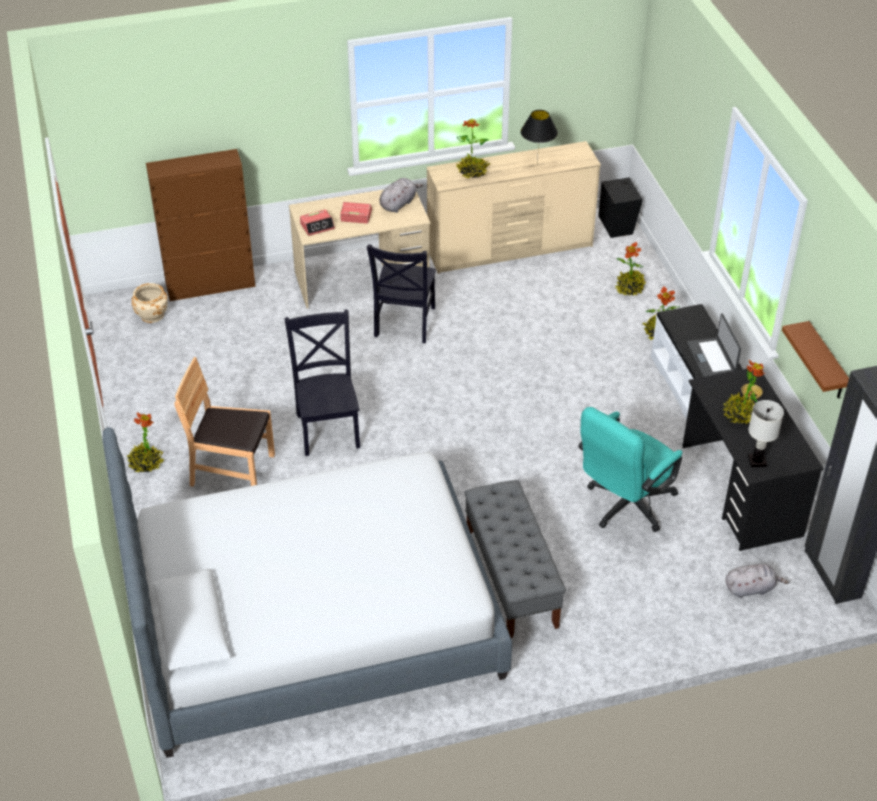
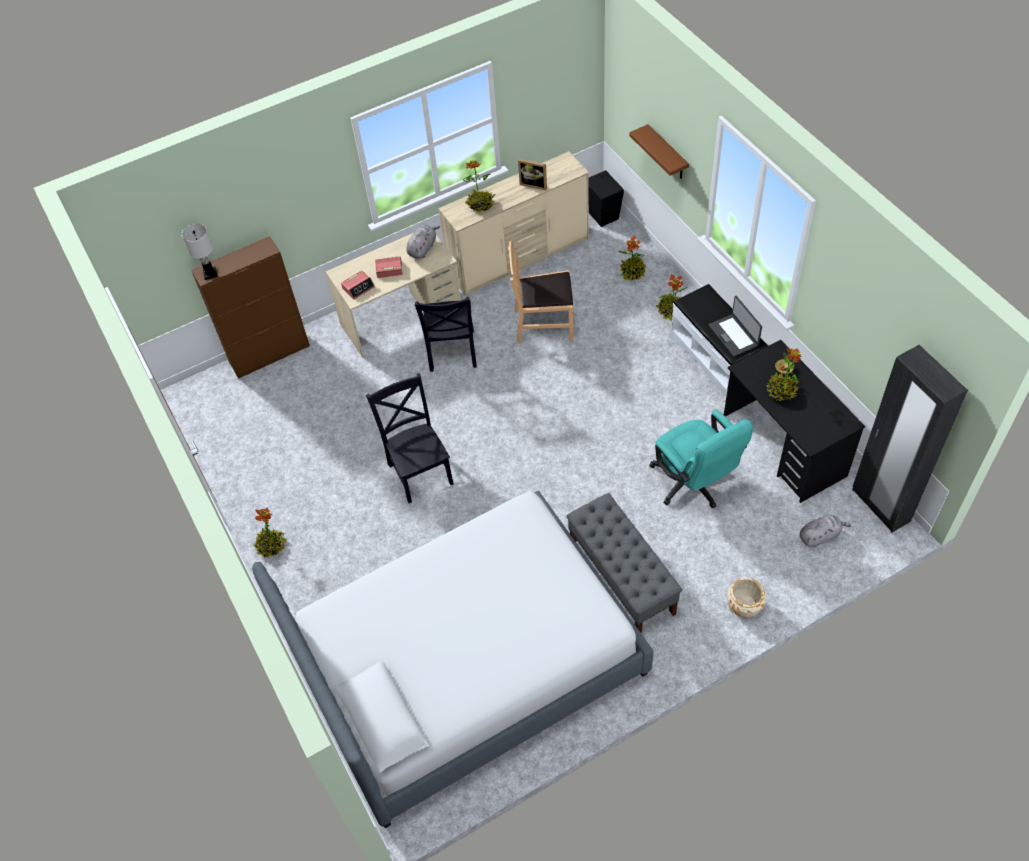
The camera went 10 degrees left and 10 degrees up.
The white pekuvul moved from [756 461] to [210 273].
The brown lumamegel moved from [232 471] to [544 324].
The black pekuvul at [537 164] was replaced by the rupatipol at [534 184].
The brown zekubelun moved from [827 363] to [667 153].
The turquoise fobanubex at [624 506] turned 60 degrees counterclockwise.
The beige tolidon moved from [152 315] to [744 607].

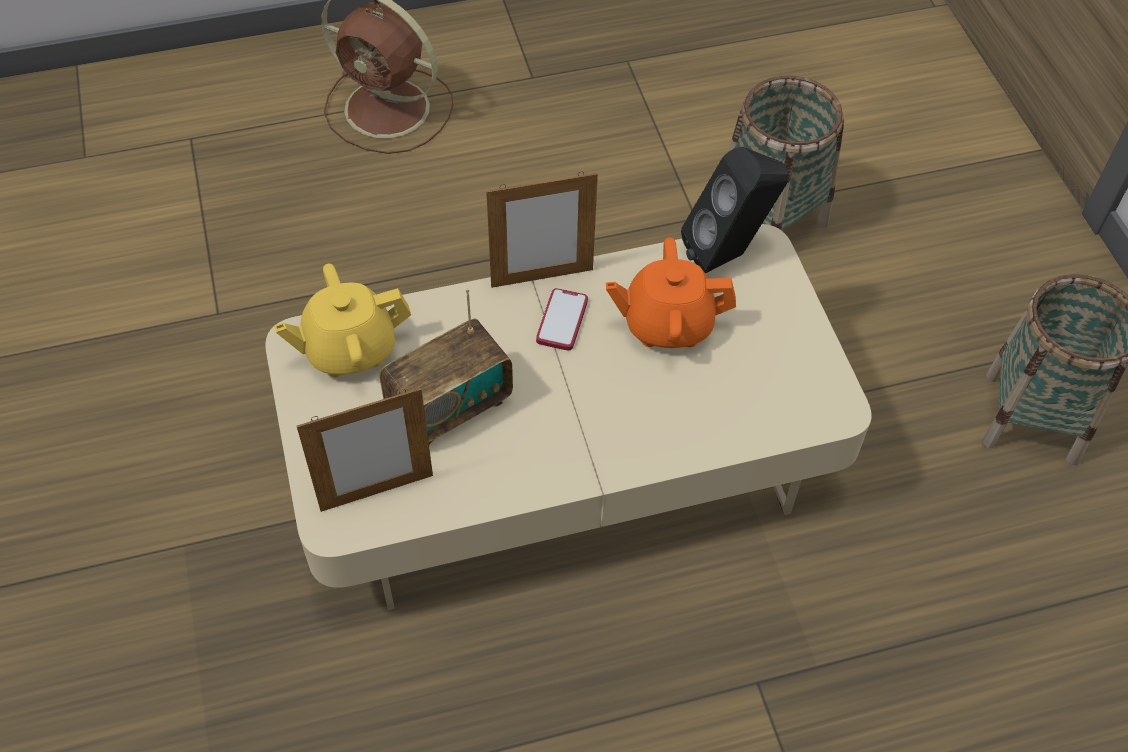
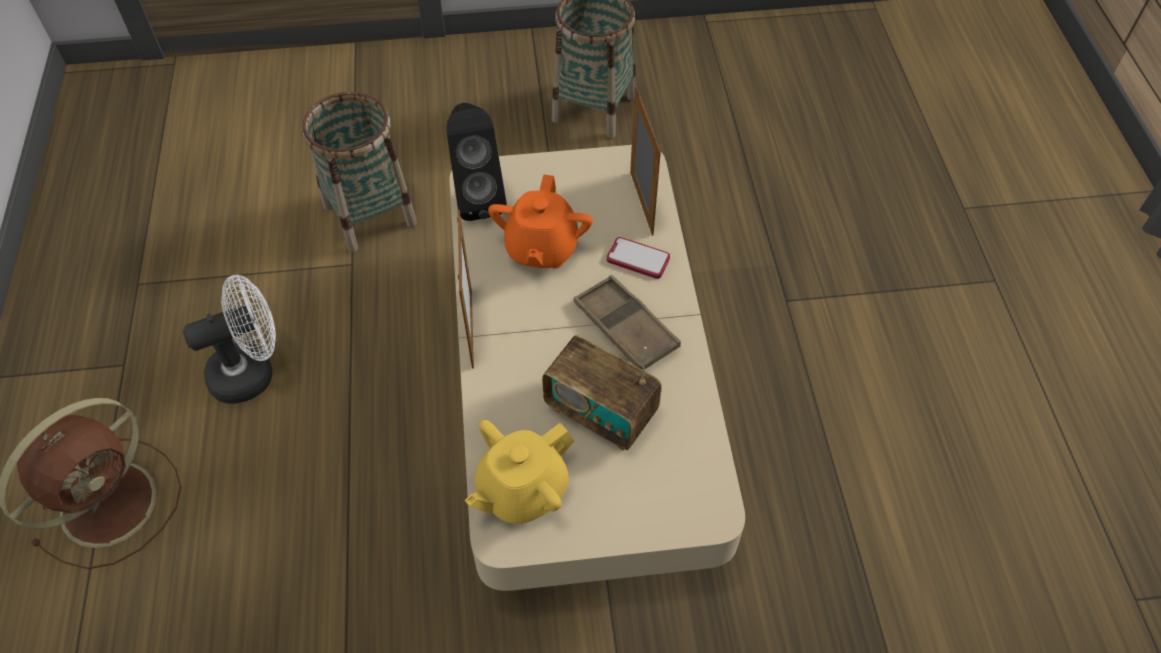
The camera went 80 degrees left and 0 degrees up.
The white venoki at [252 372] appeared.
The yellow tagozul at [349 349] turned 60 degrees clockwise.
The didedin at [449 407] turned 150 degrees clockwise.
The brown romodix at [625 327] appeared.
The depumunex moved from [562 321] to [638 259].
The rupatipol moved from [377 492] to [641 203].

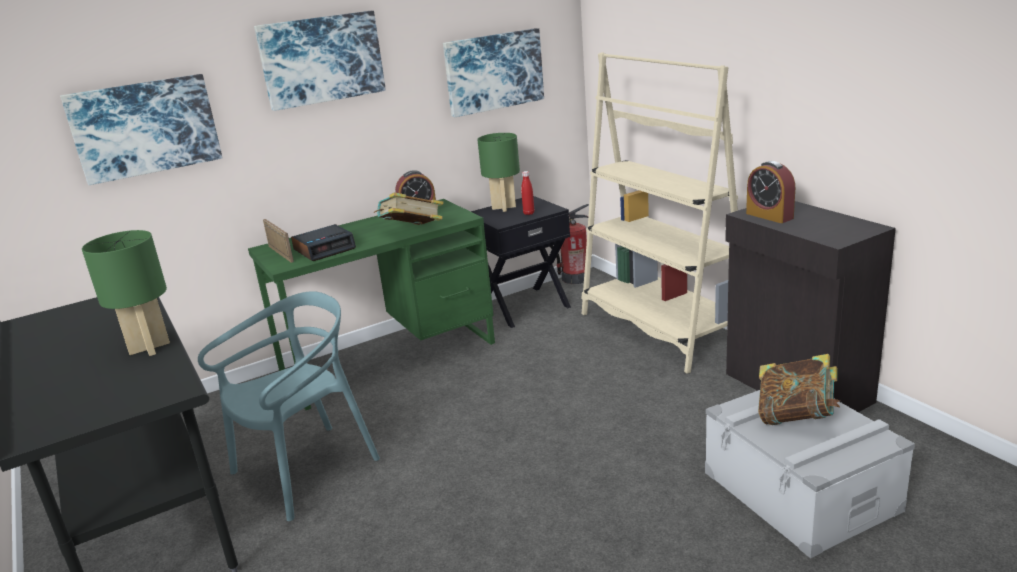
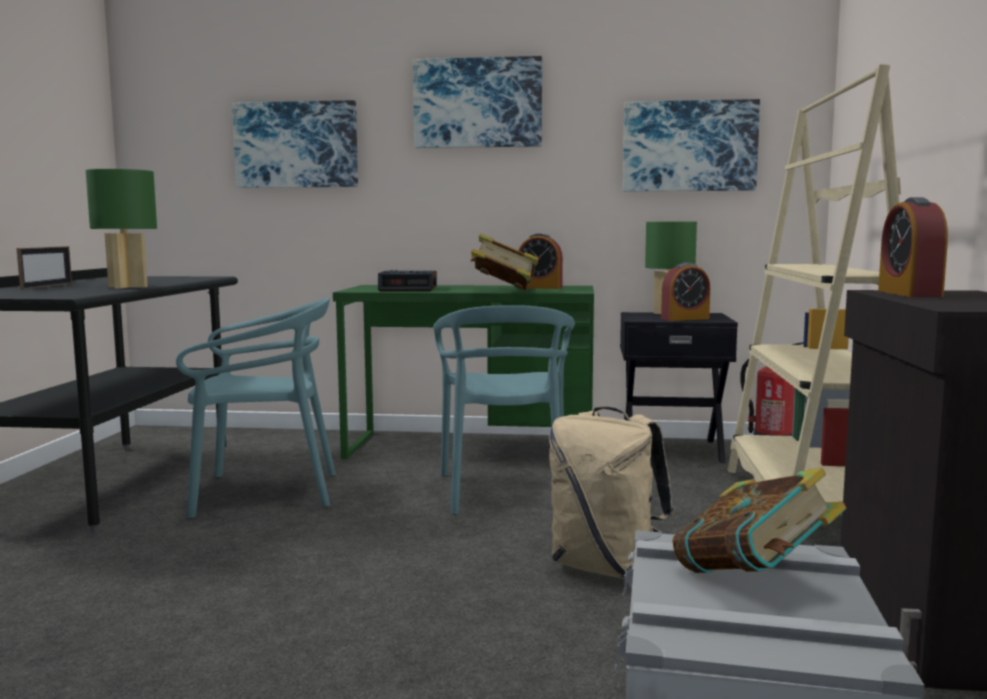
The camera went 35 degrees right and 15 degrees down.
The rupatipol moved from [280 254] to [47 286].
The turquoise lumamegel at [505 491] appeared.
The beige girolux at [606 568] appeared.
The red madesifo at [528 213] was replaced by the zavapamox at [685 319].

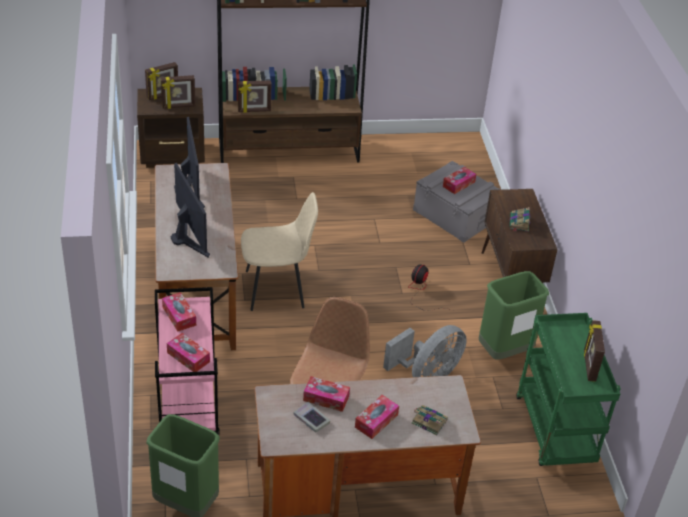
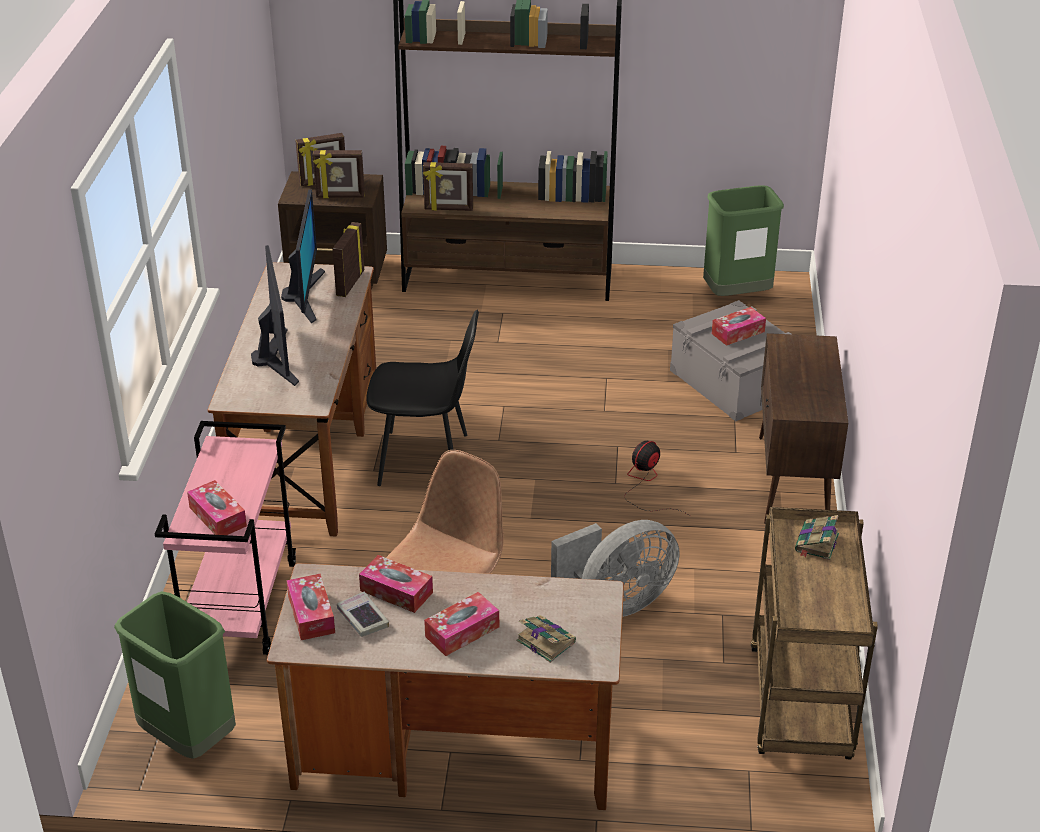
The camera went 15 degrees right and 5 degrees down.
The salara moved from [179 316] to [311 614].
The rupatipol moved from [588 366] to [349 283].
The beige lumamegel at [276 289] became the black lumamegel at [426 460].
The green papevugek moved from [504 352] to [736 296].
The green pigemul at [556 432] became the brown pigemul at [801 706].
The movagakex moved from [519 223] to [816 543].

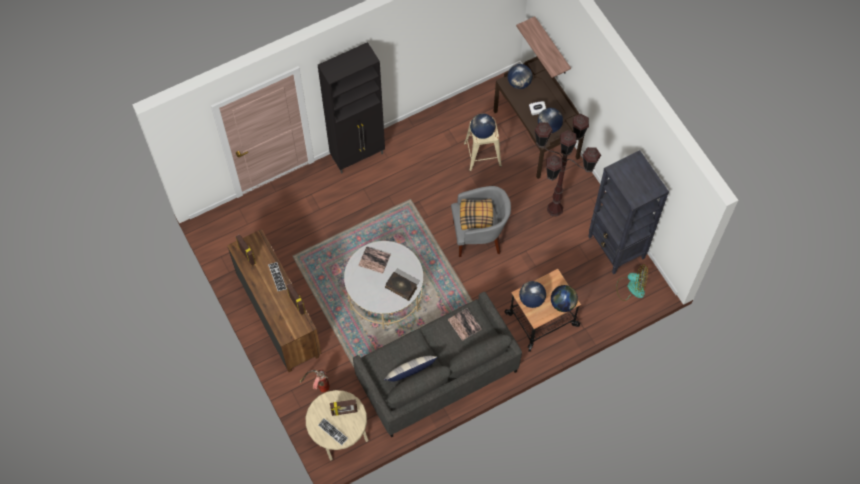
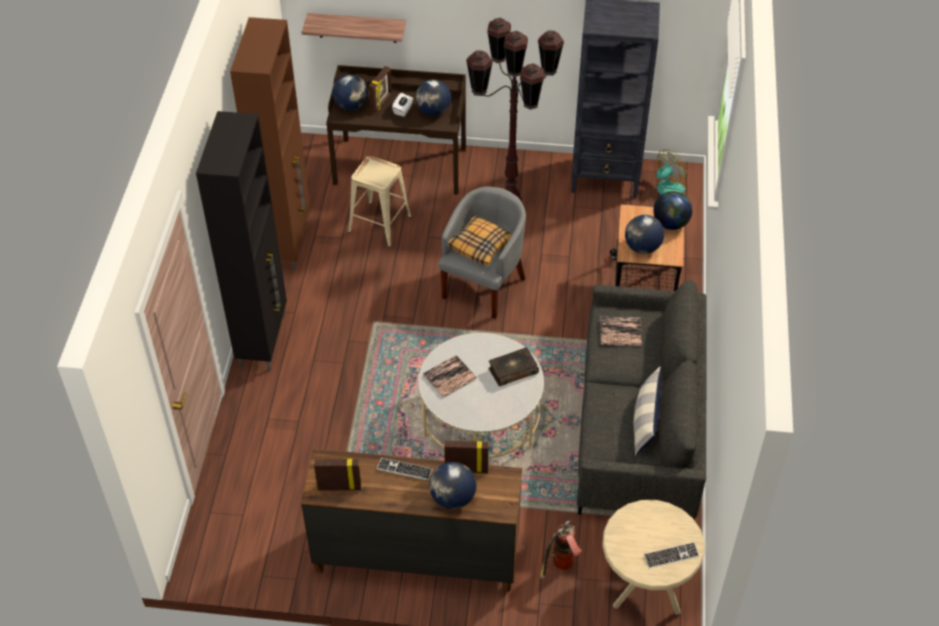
The camera went 55 degrees left and 15 degrees down.
The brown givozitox at [288 244] appeared.
The rupatipol moved from [344 412] to [381 103].
The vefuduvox moved from [482 132] to [453 498].

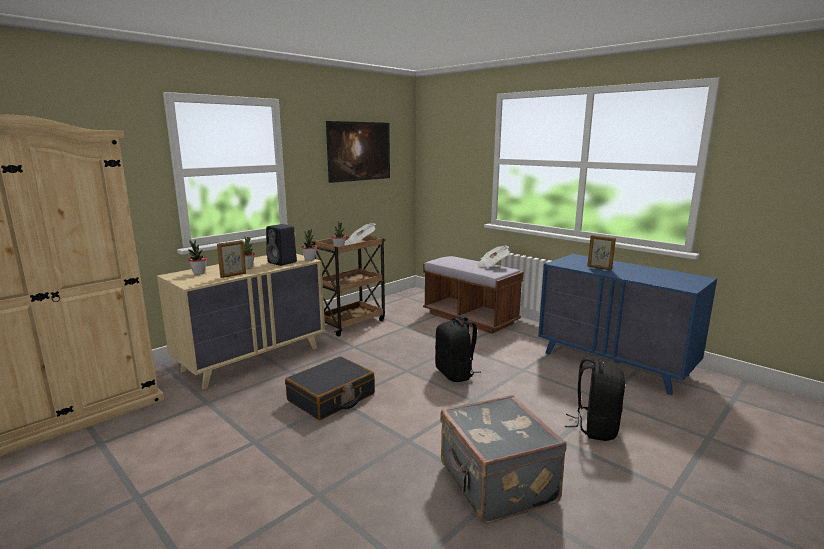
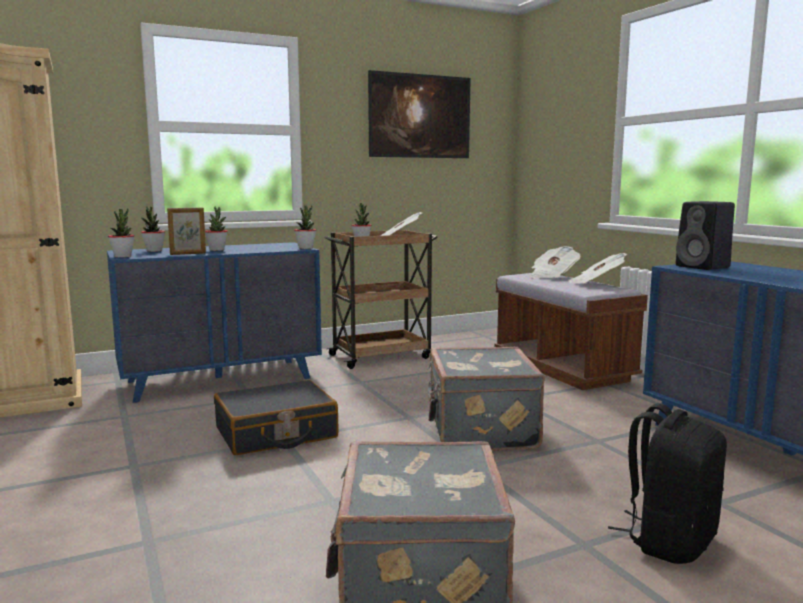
The camera went 20 degrees right and 5 degrees down.
The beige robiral at [253 359] became the blue robiral at [221 379].
The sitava at [123 256] appeared.
The black girolux at [455 374] was replaced by the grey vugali at [479 431].
The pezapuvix at [552 276] appeared.
The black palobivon moved from [283 262] to [704 267].
The rupatipol at [599 268] disappeared.

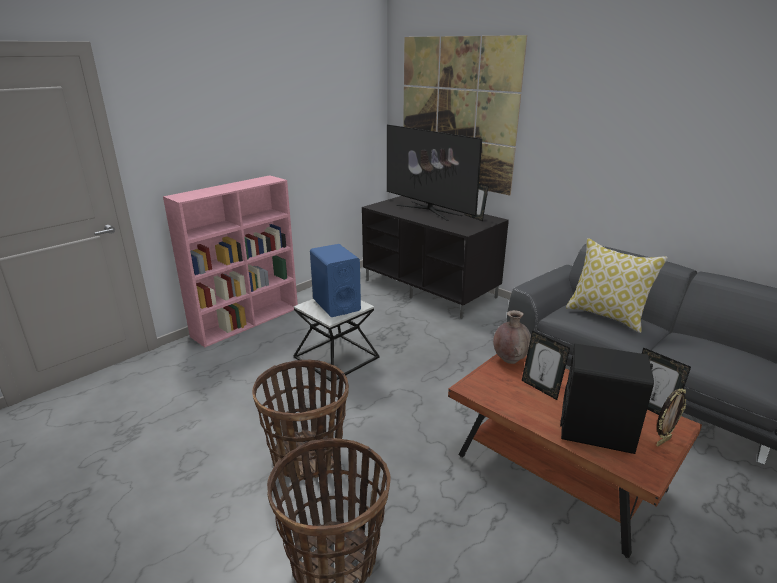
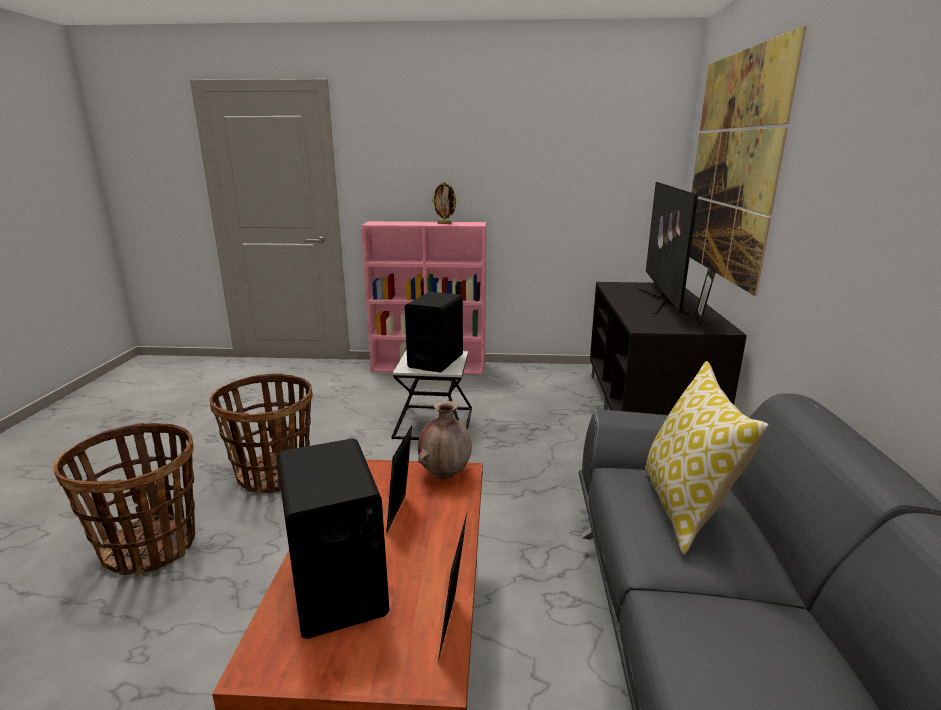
The camera went 50 degrees right and 5 degrees down.
The blue palobivon at [336 304] became the black palobivon at [436 361].
The rupatipol moved from [662 441] to [445 223].

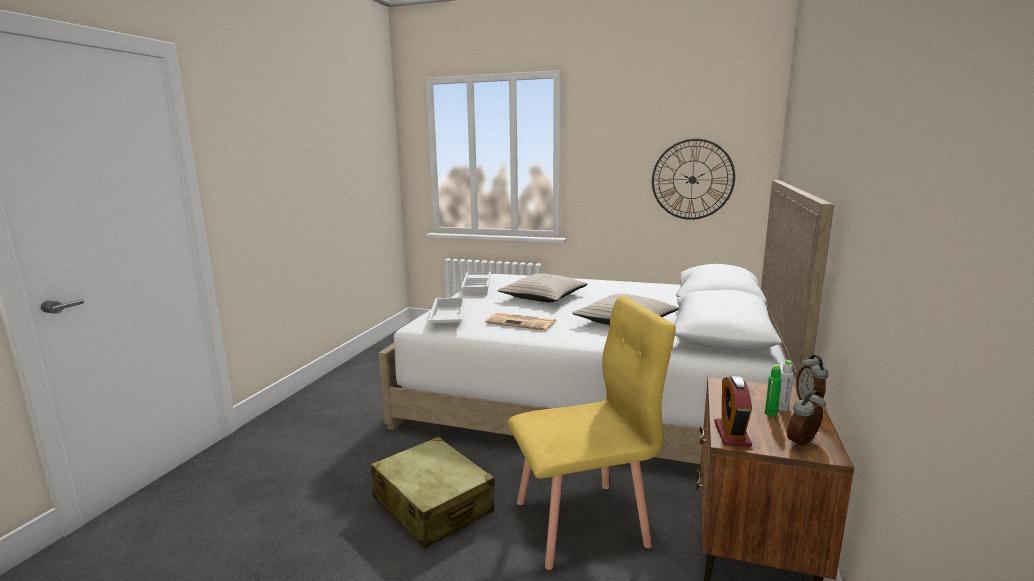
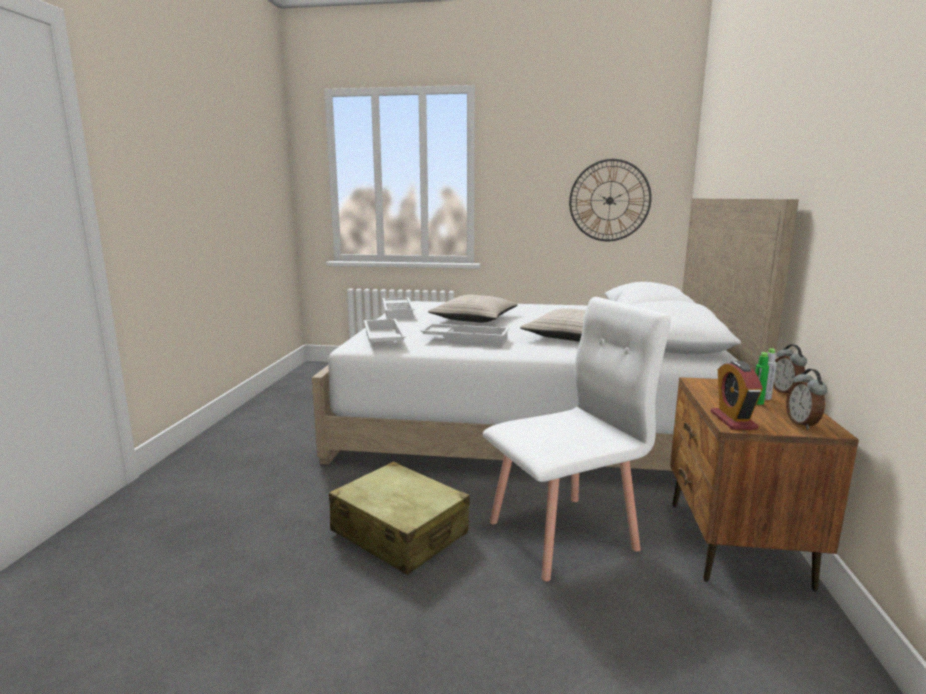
The camera went 10 degrees left and 0 degrees up.
The pezapuvix at [522 322] was replaced by the white romodix at [466 340].
The yellow lumamegel at [582 523] became the white lumamegel at [564 535].
The zavapamox at [804 443] turned 45 degrees counterclockwise.

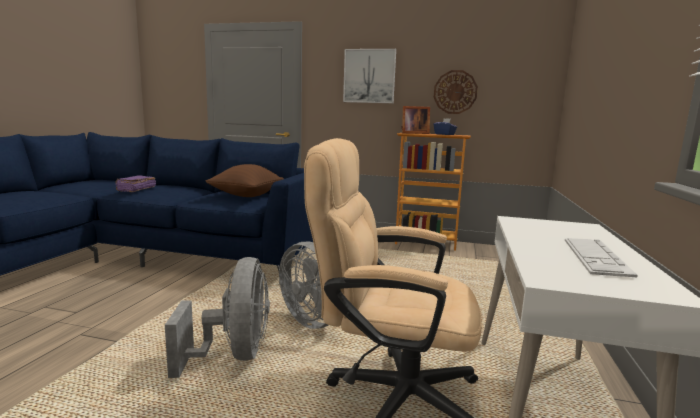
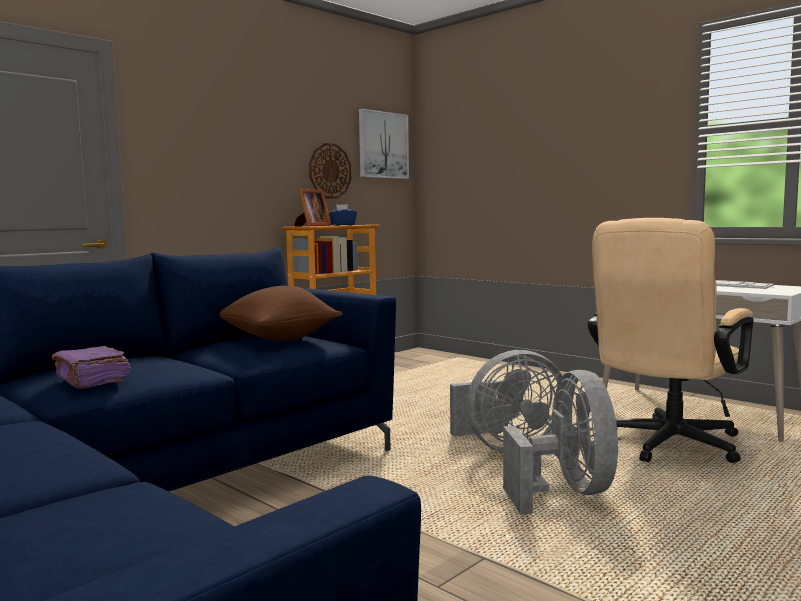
The camera went 60 degrees left and 5 degrees down.
The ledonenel moved from [369 76] to [383 145].
The grey venoki at [234 355] turned 60 degrees clockwise.

